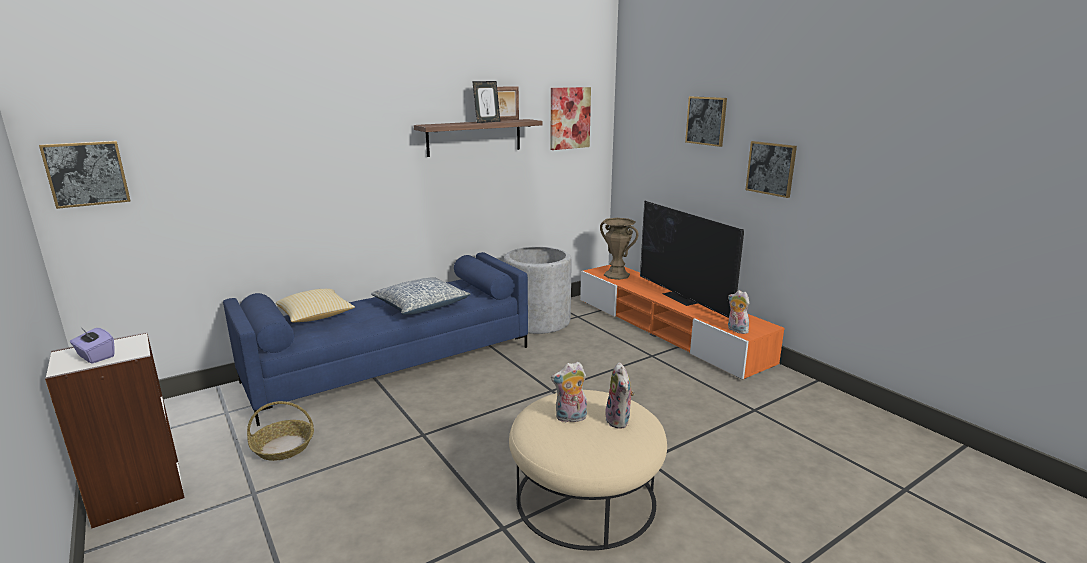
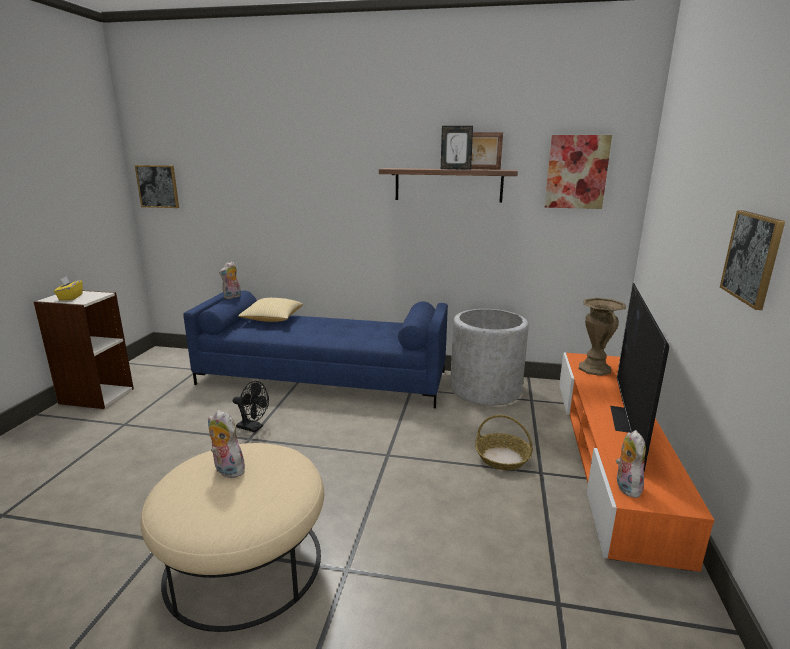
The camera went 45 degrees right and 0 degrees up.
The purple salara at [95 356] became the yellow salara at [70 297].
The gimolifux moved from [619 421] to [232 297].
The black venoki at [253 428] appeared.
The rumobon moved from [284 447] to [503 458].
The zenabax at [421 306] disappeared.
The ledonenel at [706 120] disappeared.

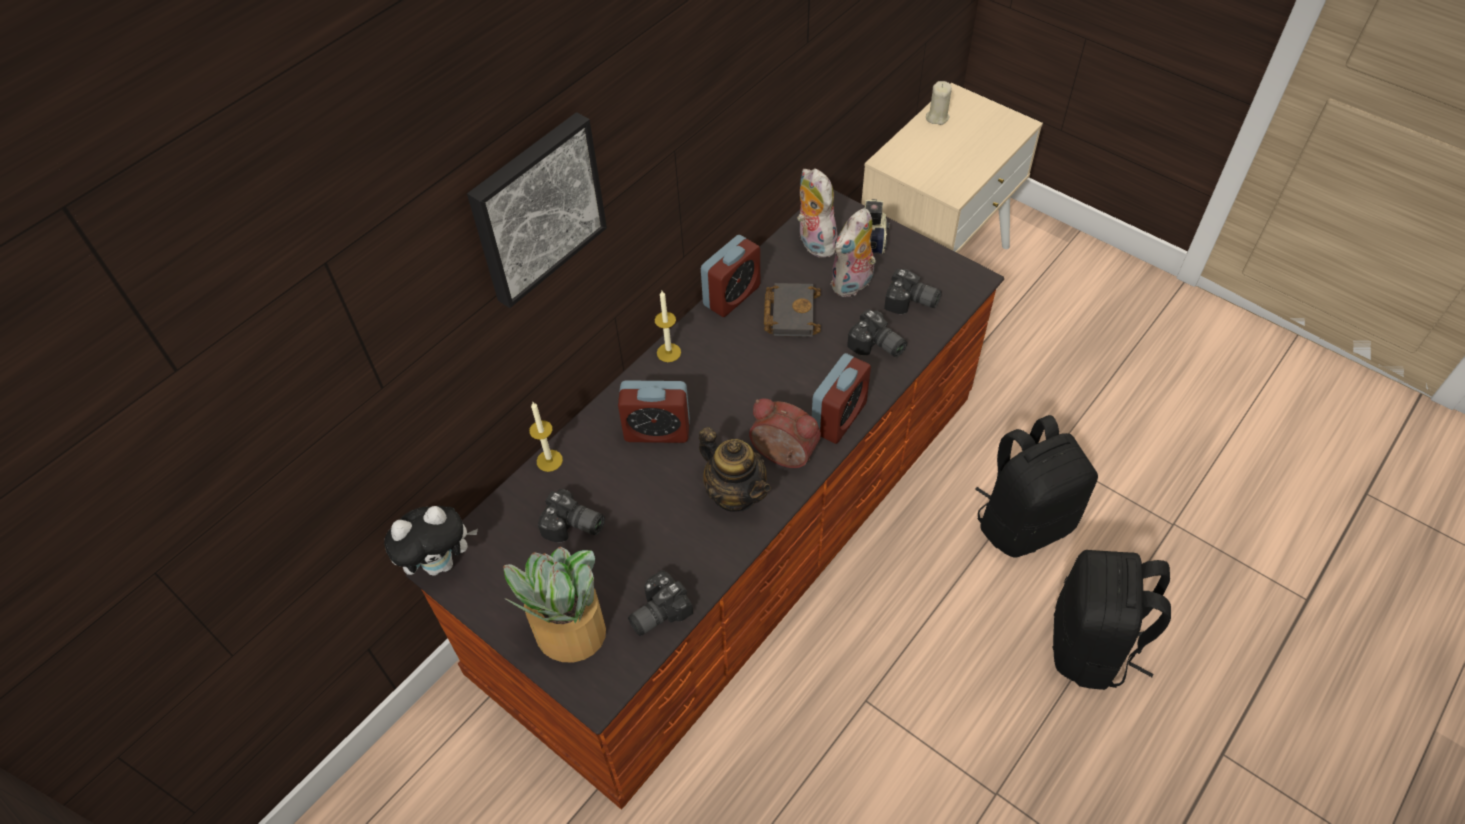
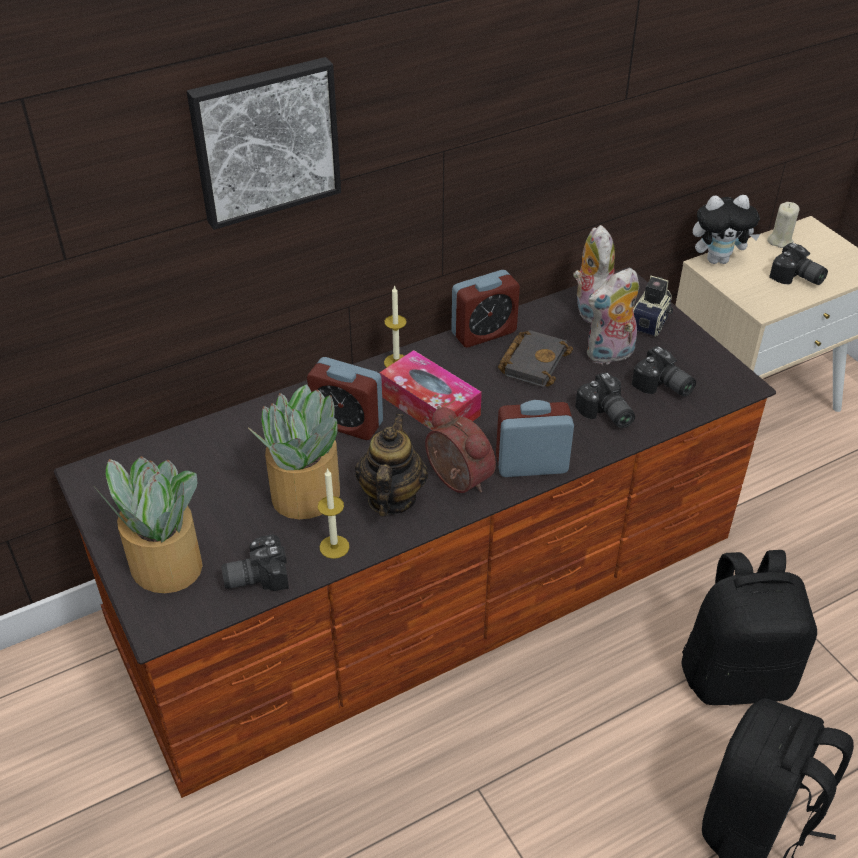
The camera went 20 degrees right and 10 degrees down.
The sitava at [304 495] appeared.
The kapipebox moved from [549 460] to [334 547].
The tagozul at [735 493] turned 150 degrees counterclockwise.
The salara at [430 405] appeared.
The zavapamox at [838 418] turned 150 degrees counterclockwise.
The gimolifux moved from [441 562] to [718 259].
The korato moved from [573 527] to [796 278].

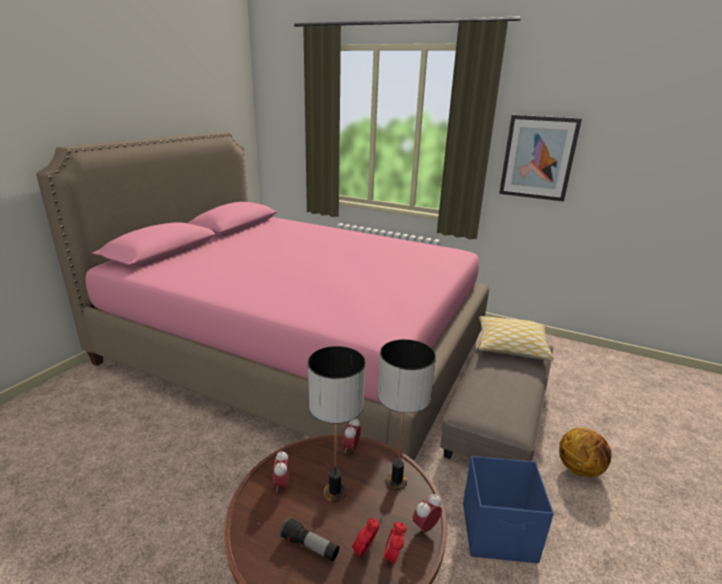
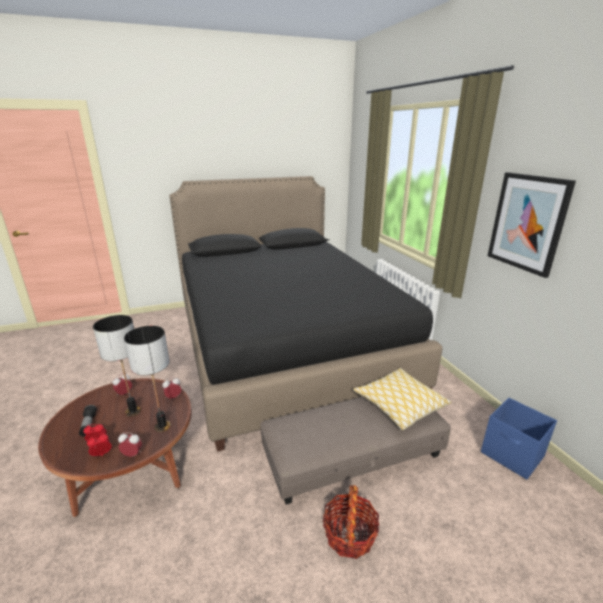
The camera went 45 degrees right and 0 degrees up.
The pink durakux at [297 351] became the black durakux at [284 344].
The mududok at [580 469] was replaced by the rumobon at [349 535].
The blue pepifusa moved from [499 533] to [512 455].

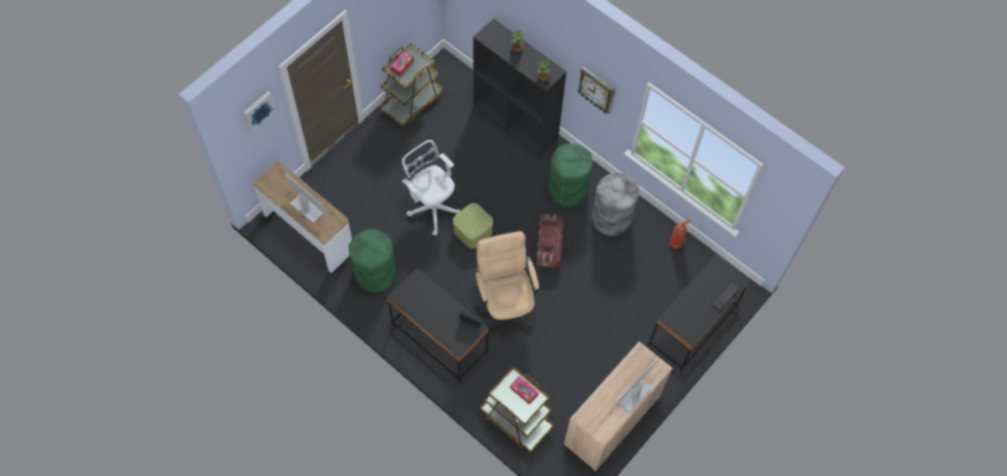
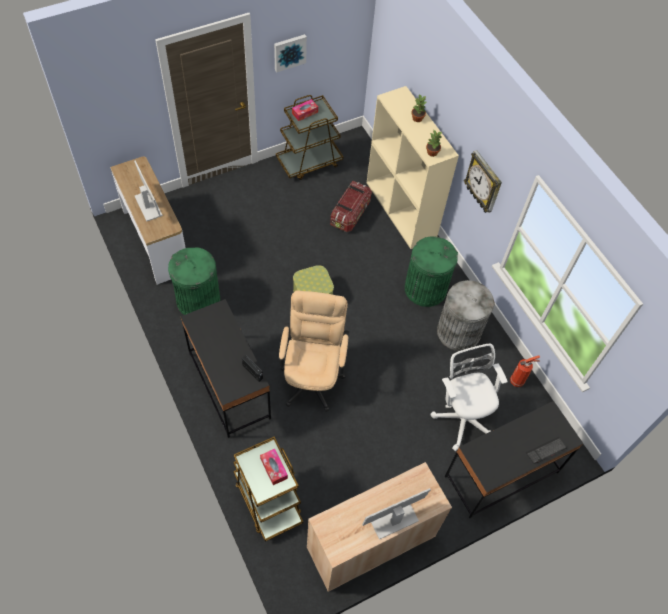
The camera went 20 degrees right and 5 degrees down.
The ledonenel moved from [258 110] to [289 52].
The pepifusa moved from [548 245] to [350 213].
The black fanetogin at [516 121] became the beige fanetogin at [401 210].
The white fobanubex moved from [432 206] to [461 416].

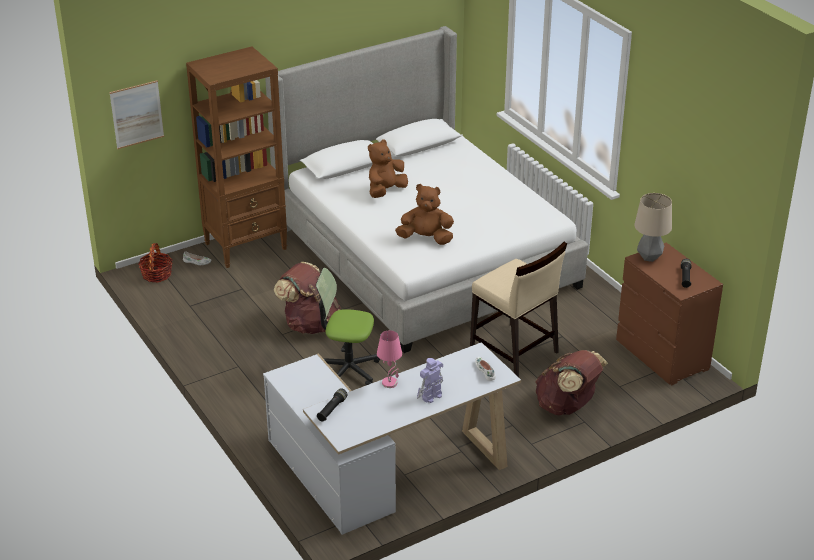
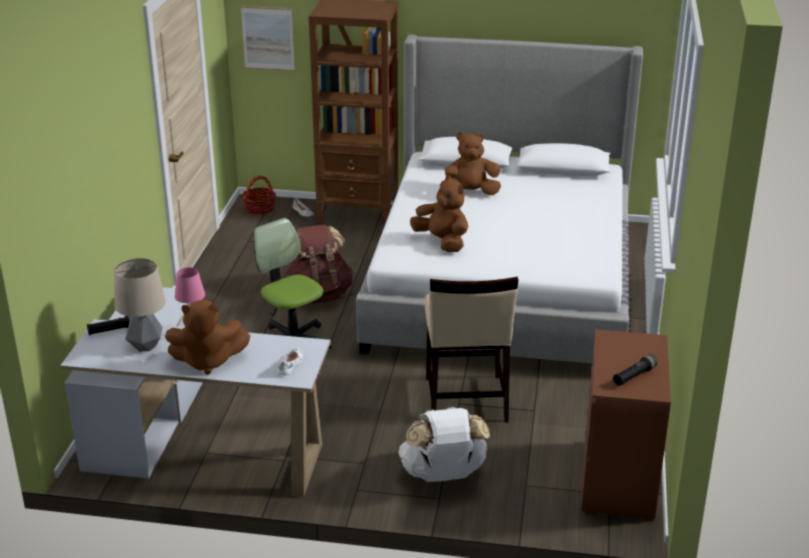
The camera went 40 degrees right and 5 degrees down.
The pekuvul moved from [649 257] to [145 346].
The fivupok at [431 396] was replaced by the brown gimolifux at [207 361].
The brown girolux at [567 406] became the white girolux at [443 475].

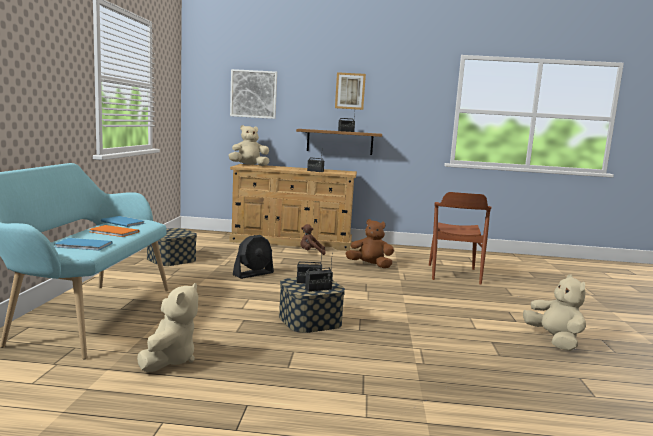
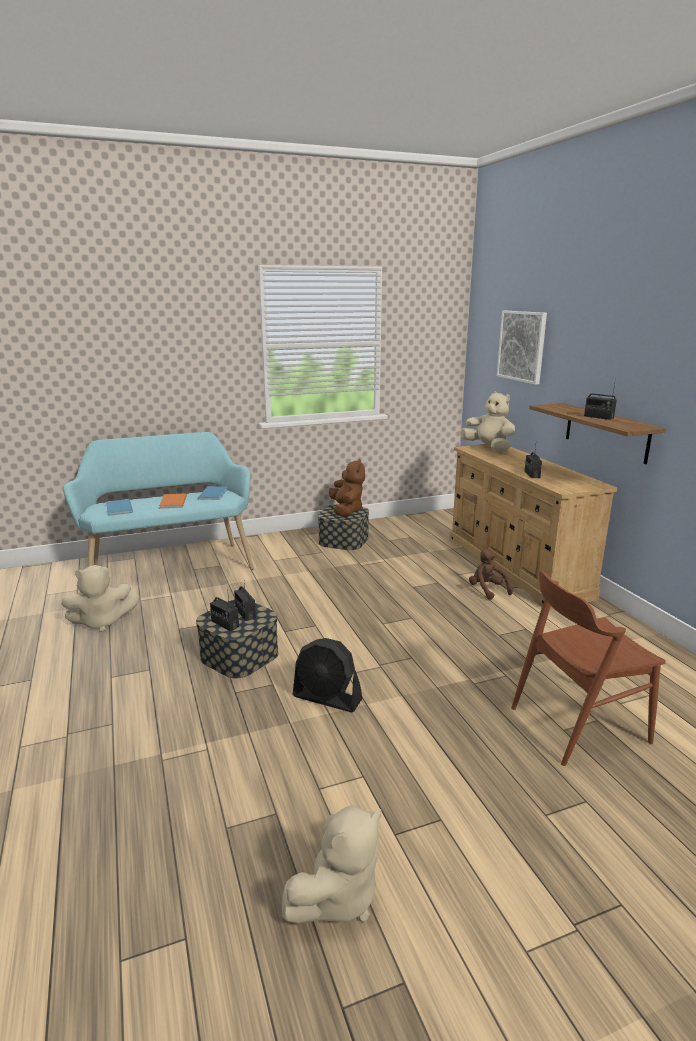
The camera went 65 degrees right and 10 degrees up.
The black venoki moved from [253 274] to [327 698].
The brown gimolifux moved from [370 265] to [346 511].
The ledonenel at [350 91] disappeared.

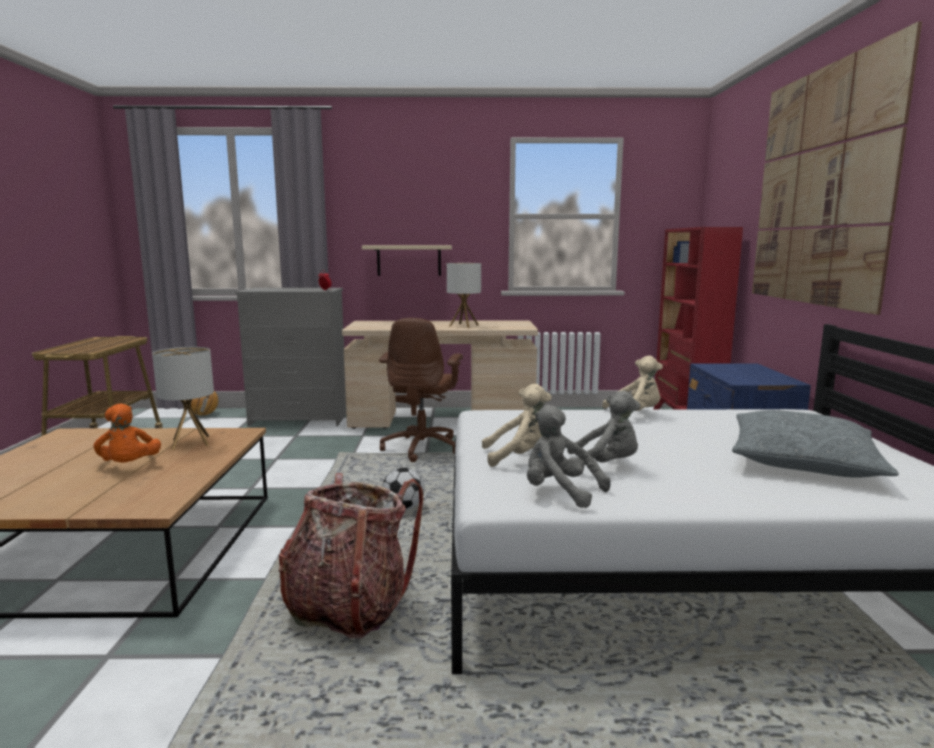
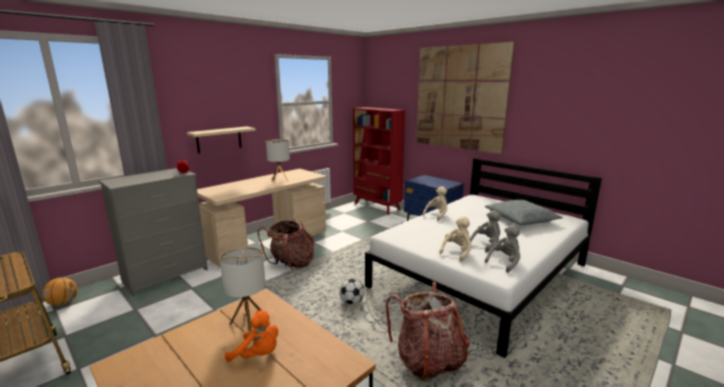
The camera went 45 degrees left and 5 degrees up.
The brown fobanubex at [422 448] was replaced by the girolux at [291 264].
The grey gimolifux at [559 492] turned 150 degrees clockwise.

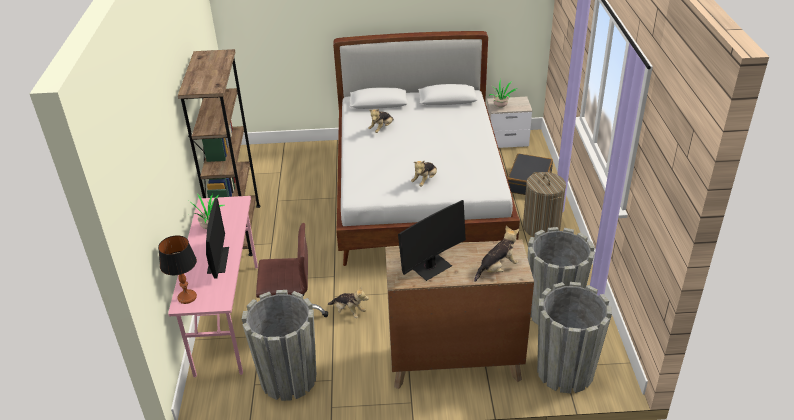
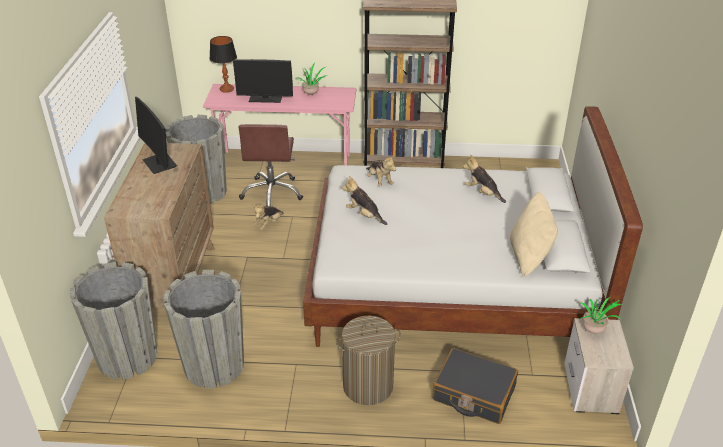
The camera went 95 degrees right and 0 degrees up.
The gimolifux moved from [497 269] to [379 181].
The beige zenabax at [529 257] appeared.

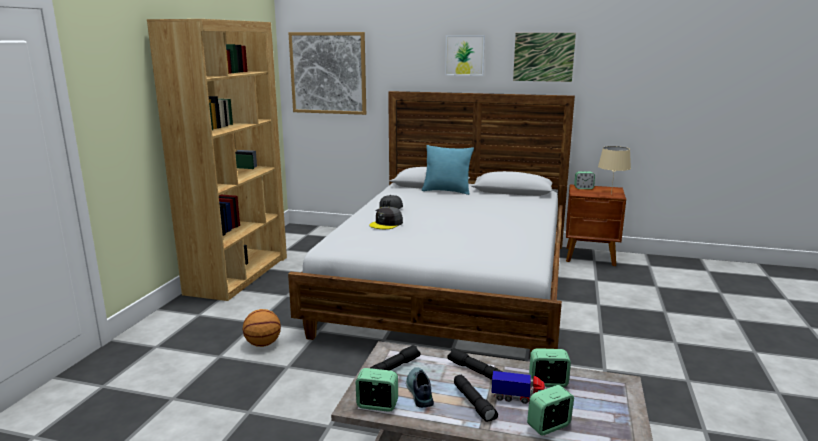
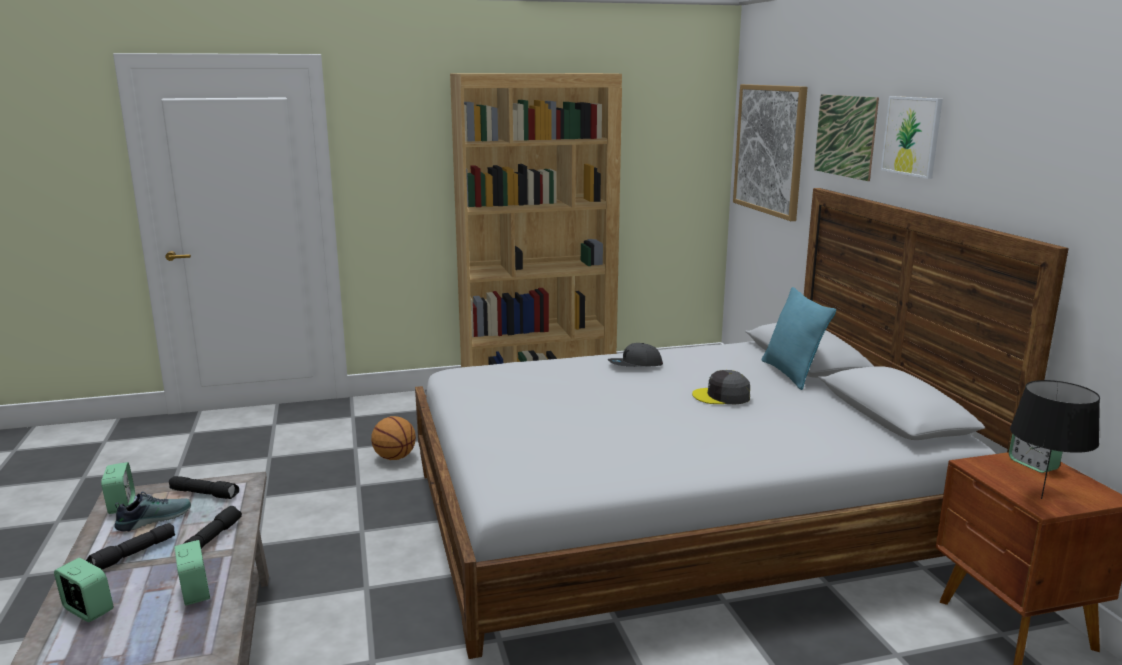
The camera went 60 degrees right and 0 degrees up.
The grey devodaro moved from [386 224] to [722 396].
The ledonenel moved from [543 57] to [845 136].
The beige pekuvul at [610 194] became the black pekuvul at [1040 498].
The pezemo at [518 398] disappeared.

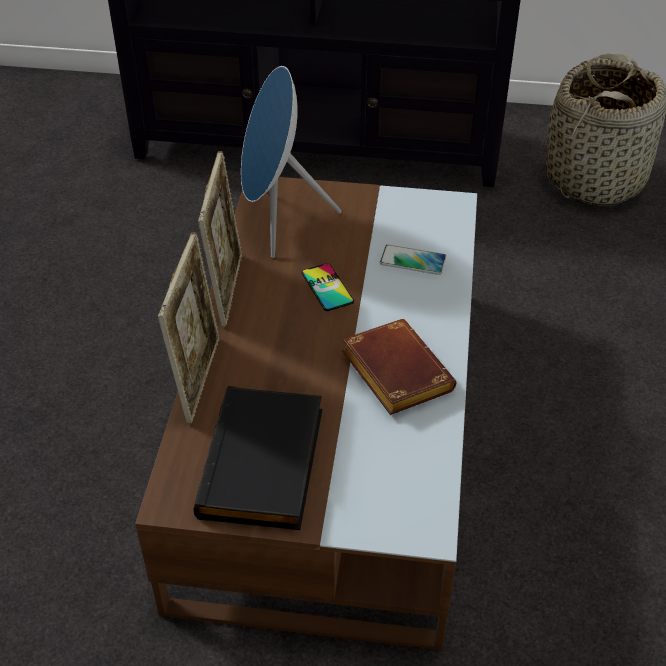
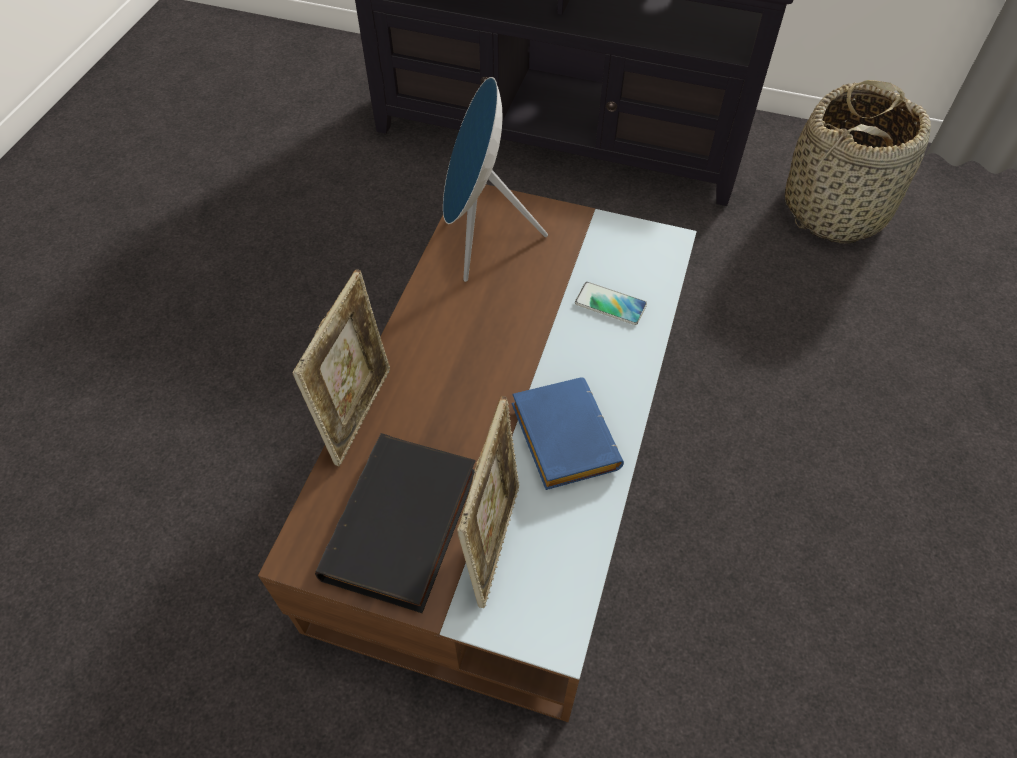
The camera went 10 degrees right and 10 degrees up.
The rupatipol moved from [227 288] to [493 541].
The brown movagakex at [392 372] became the blue movagakex at [560 436].
The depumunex at [327 287] disappeared.

